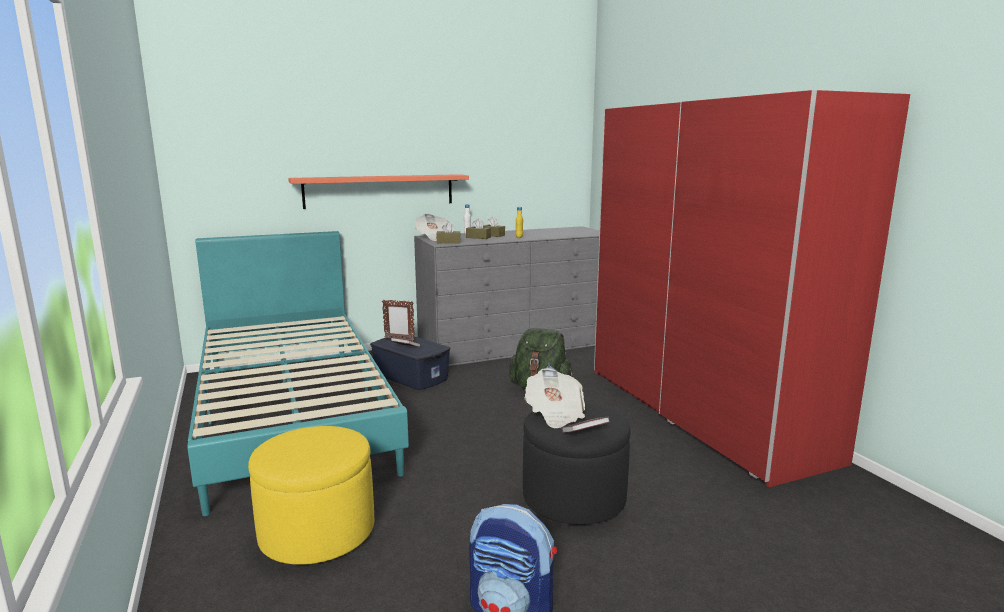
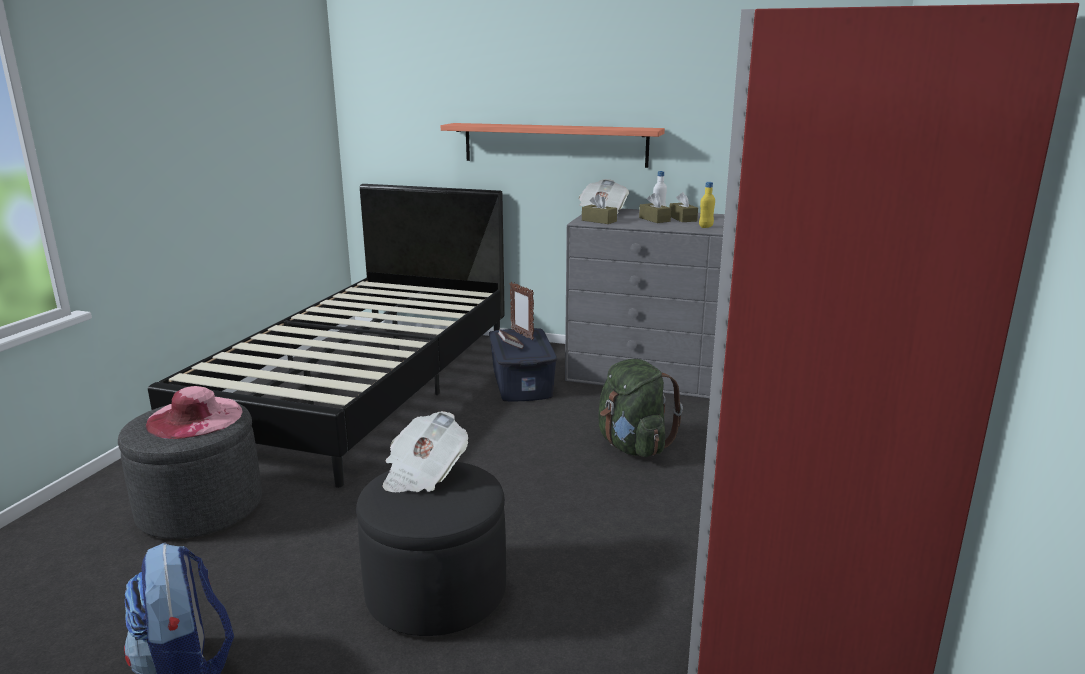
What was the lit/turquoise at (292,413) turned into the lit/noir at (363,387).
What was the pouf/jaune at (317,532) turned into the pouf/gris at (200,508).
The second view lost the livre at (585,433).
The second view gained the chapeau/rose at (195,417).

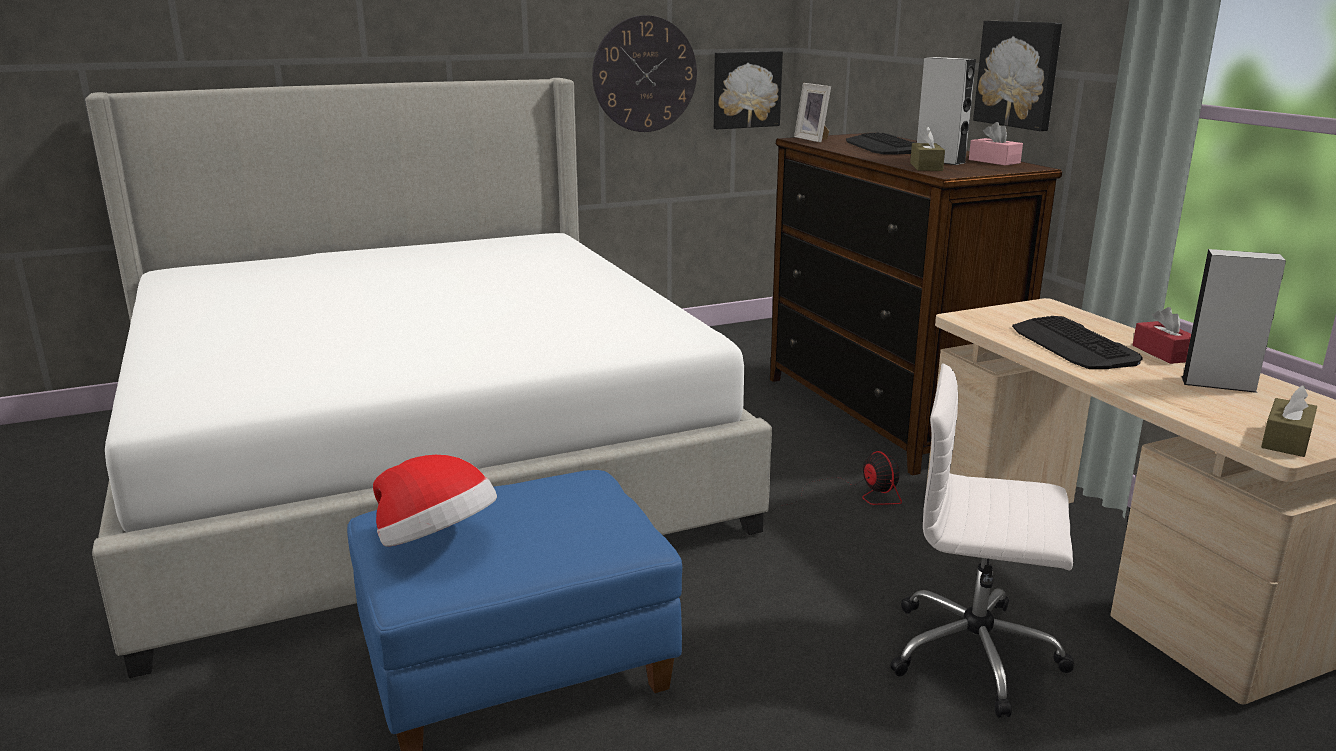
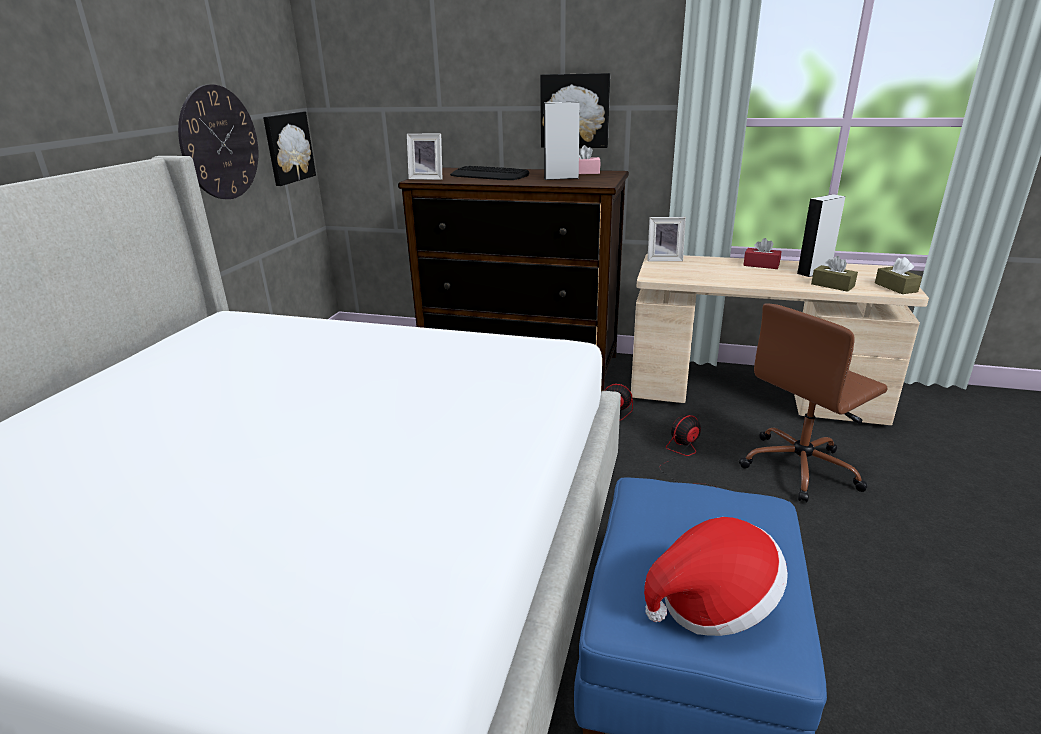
What was the chaise de bureau/blanc at (977,654) turned into the chaise de bureau/marron at (801,468).
The boîte à mouchoirs/marron ended up elsewhere, having gone from (926,167) to (832,285).
The second view lost the clavier at (1073,345).
The second view gained the cadre photo at (664,259).
The second view gained the ventilateur at (684,458).

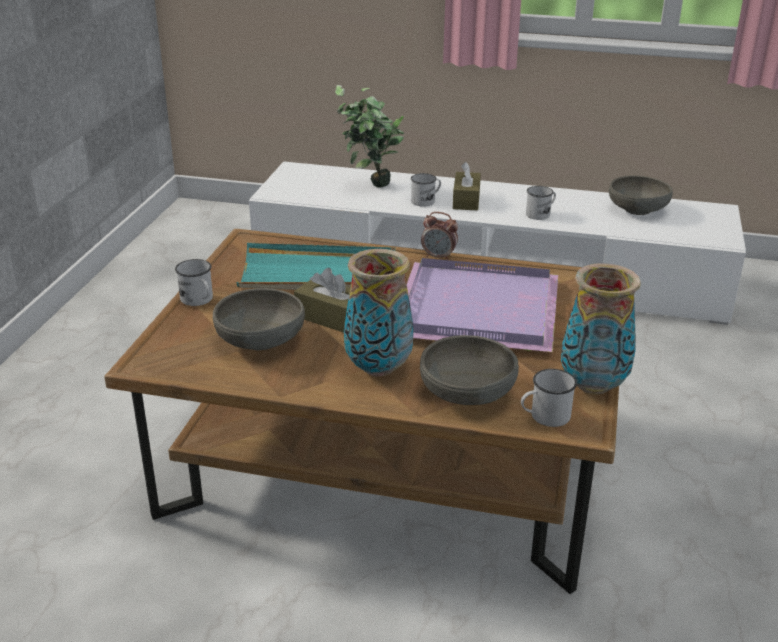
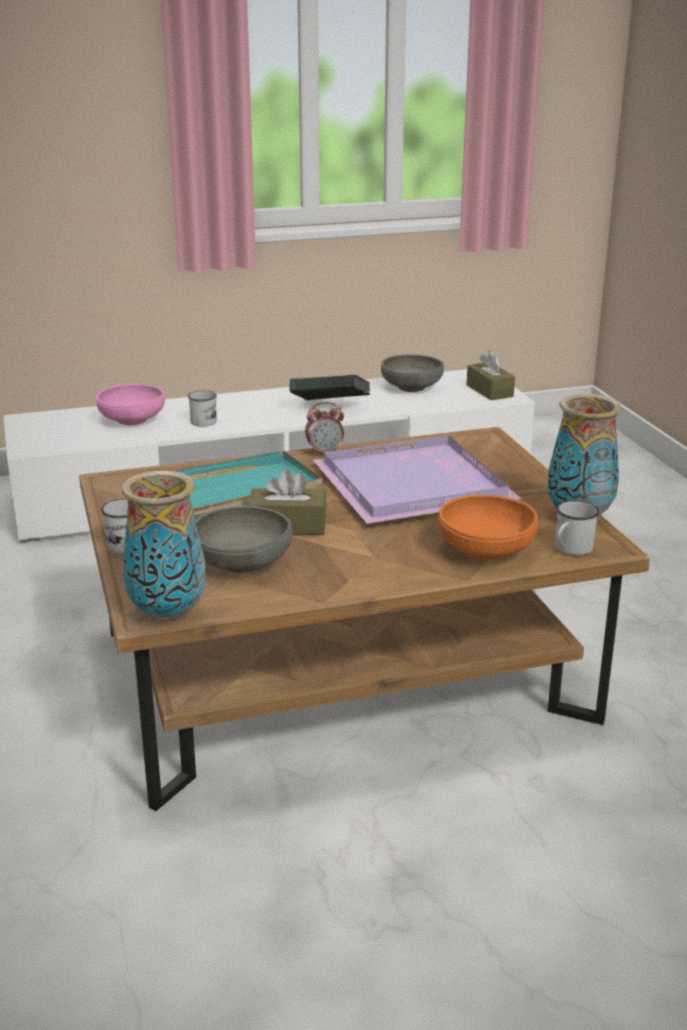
Where the plante en pot stood at (369,187), the bol/rose came to stand at (132,420).
The vase ended up elsewhere, having gone from (379,368) to (169,612).
What was the bol/gris at (467,393) turned into the bol/orange at (486,551).
The boîte à mouchoirs/marron ended up elsewhere, having gone from (466,200) to (489,391).
Where the mug/blanc stood at (541,214), the livre came to stand at (330,409).

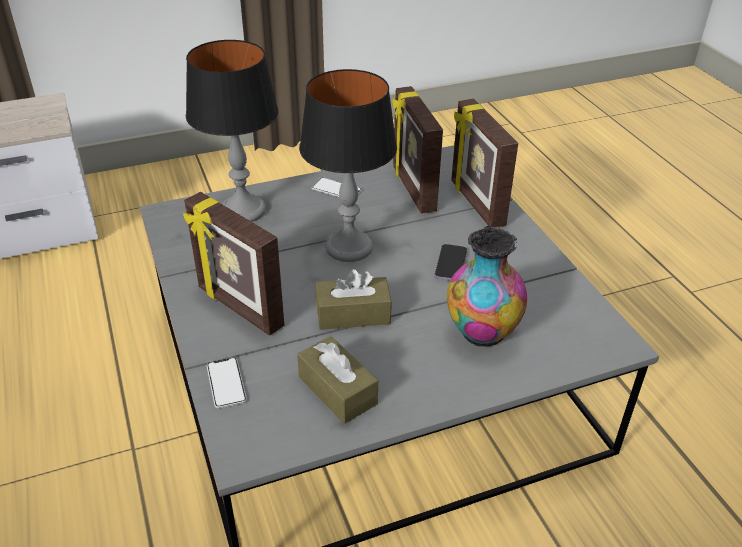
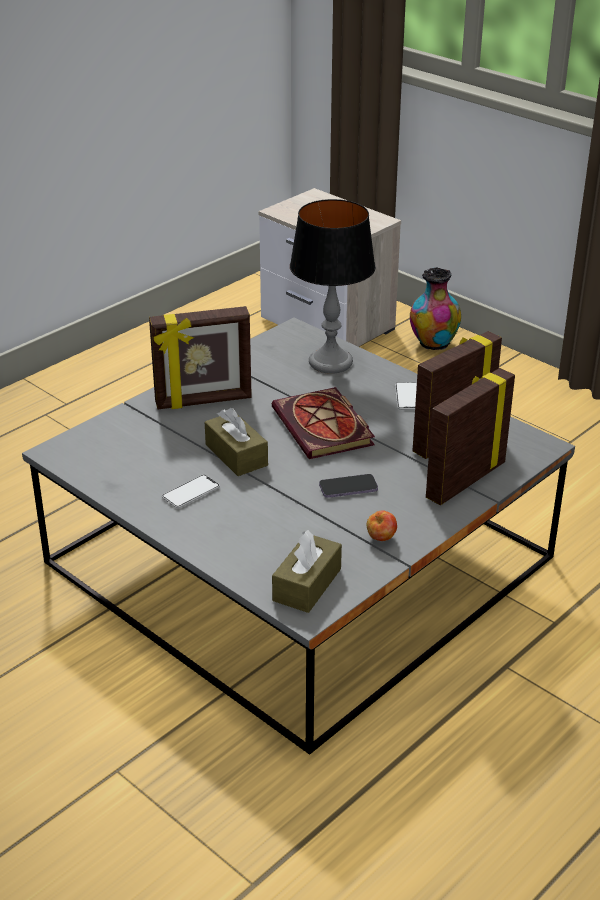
The cadre photo at (239,308) ended up facing another way, 120 degrees counterclockwise from before.
The téléphone ended up elsewhere, having gone from (226,383) to (191,492).
The boîte à mouchoirs/marron ended up elsewhere, having gone from (337,390) to (307,585).
Where the lampe de table stood at (349,247), the livre came to stand at (325,428).
The vase ended up elsewhere, having gone from (481,333) to (433,343).
The second view gained the pomme at (381,538).

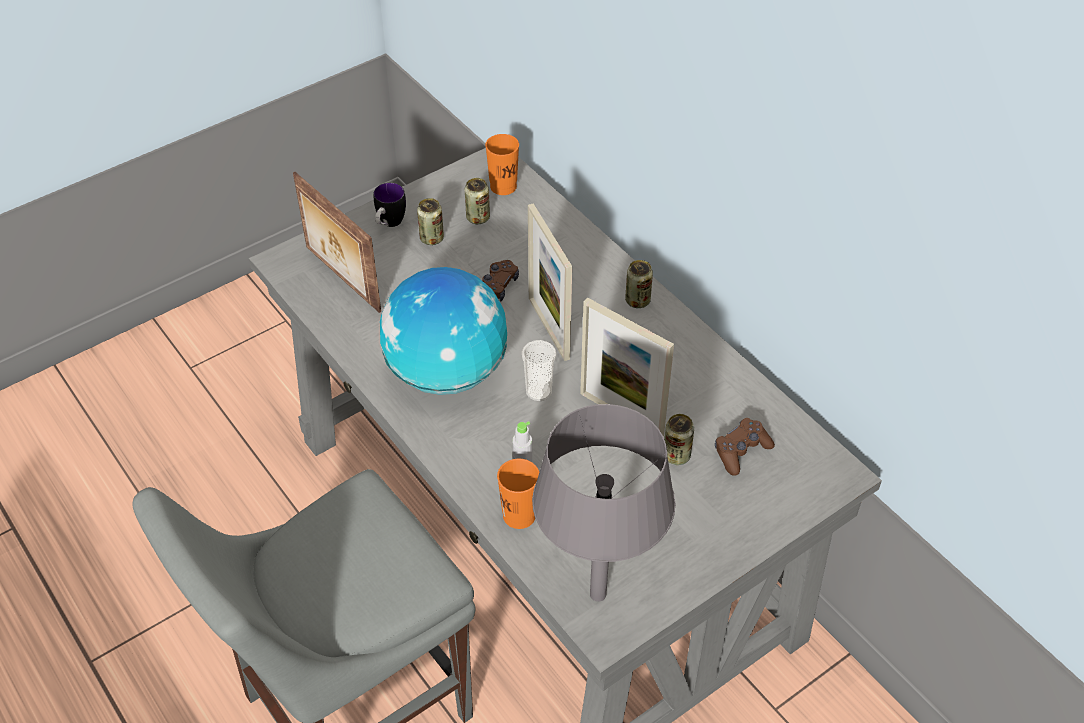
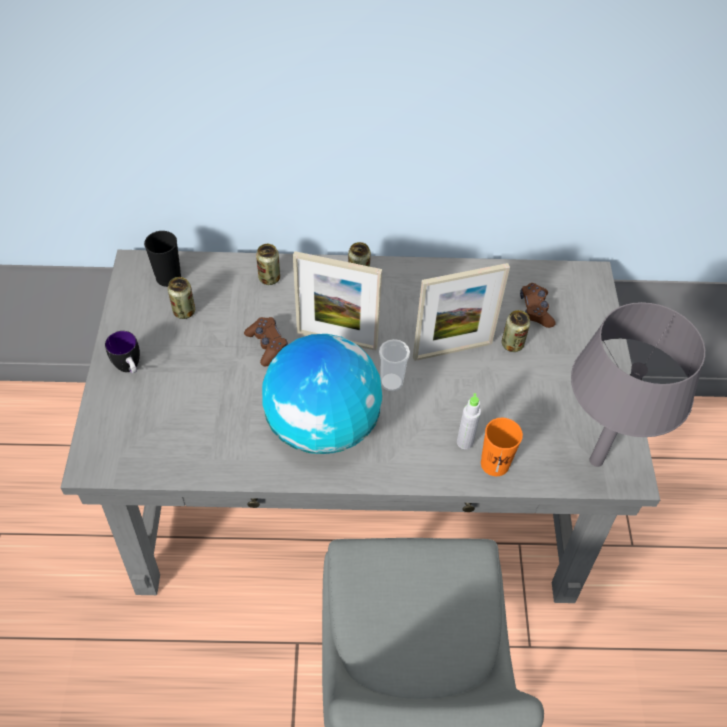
The second view lost the cadre photo at (341,279).
The boîte métallique ended up elsewhere, having gone from (431,238) to (269,278).
What was the tasse/orange at (503,186) turned into the tasse/noir at (168,277).

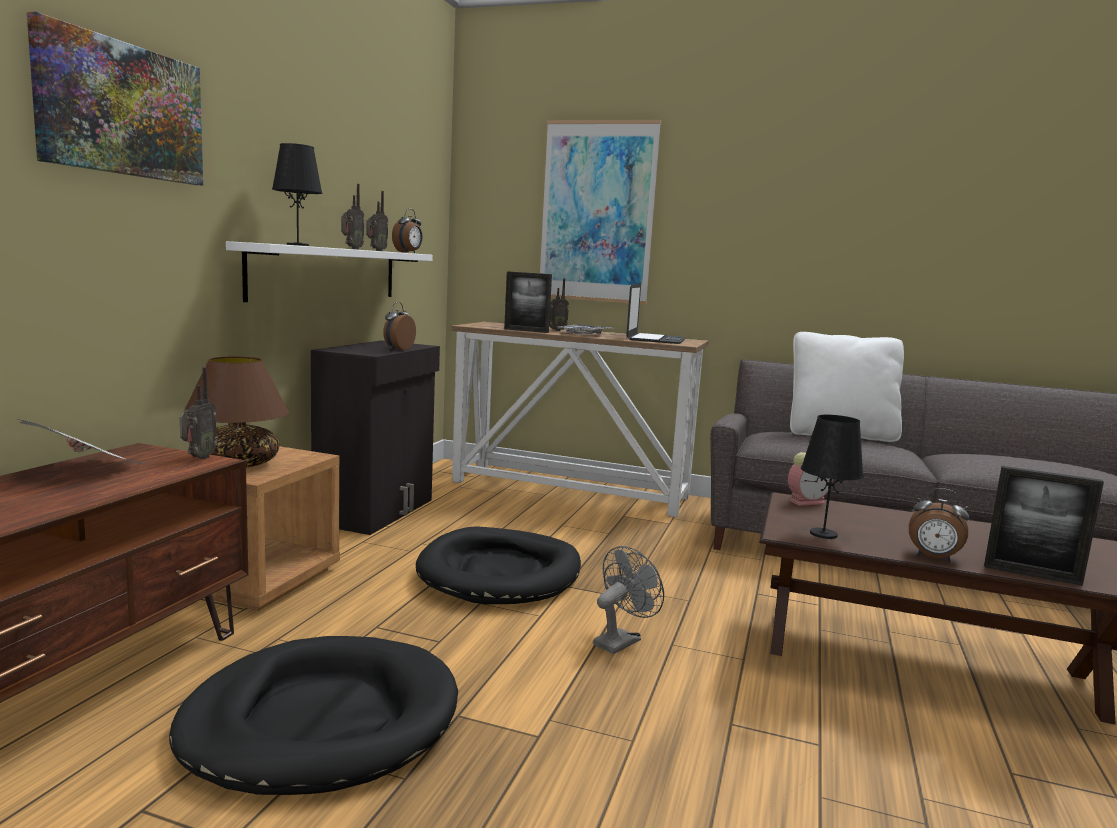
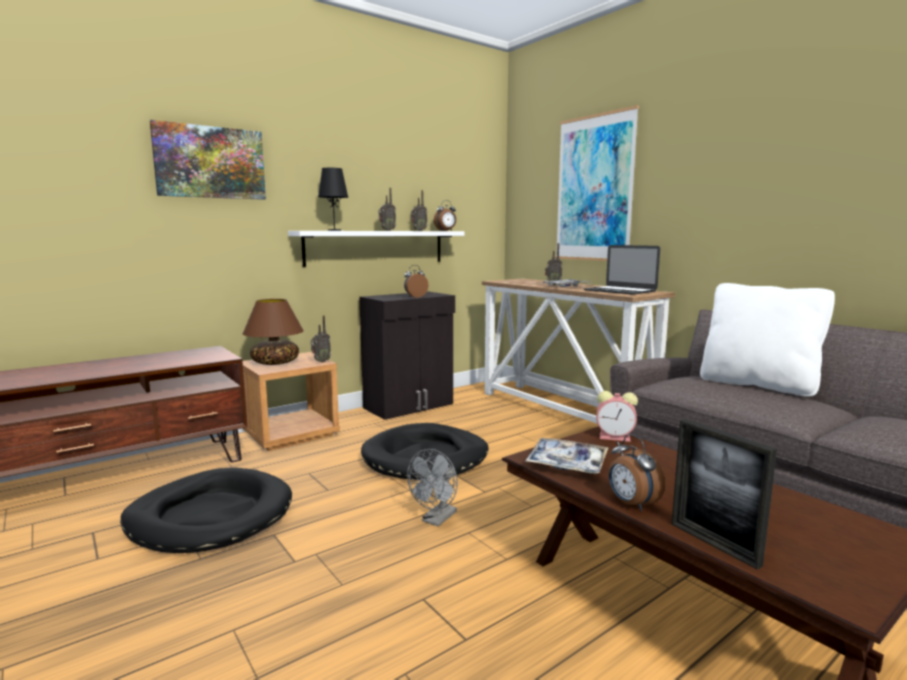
The second view lost the journal at (86,471).
The radio ended up elsewhere, having gone from (198,458) to (320,361).
The second view lost the cadre photo at (526,330).
The ventilateur/gris at (621,640) ended up facing another way, 135 degrees clockwise from before.
The ordinateur portable at (656,339) ended up facing another way, 90 degrees clockwise from before.
Where the lampe de table/noir stood at (823,534), the plateau came to stand at (567,464).

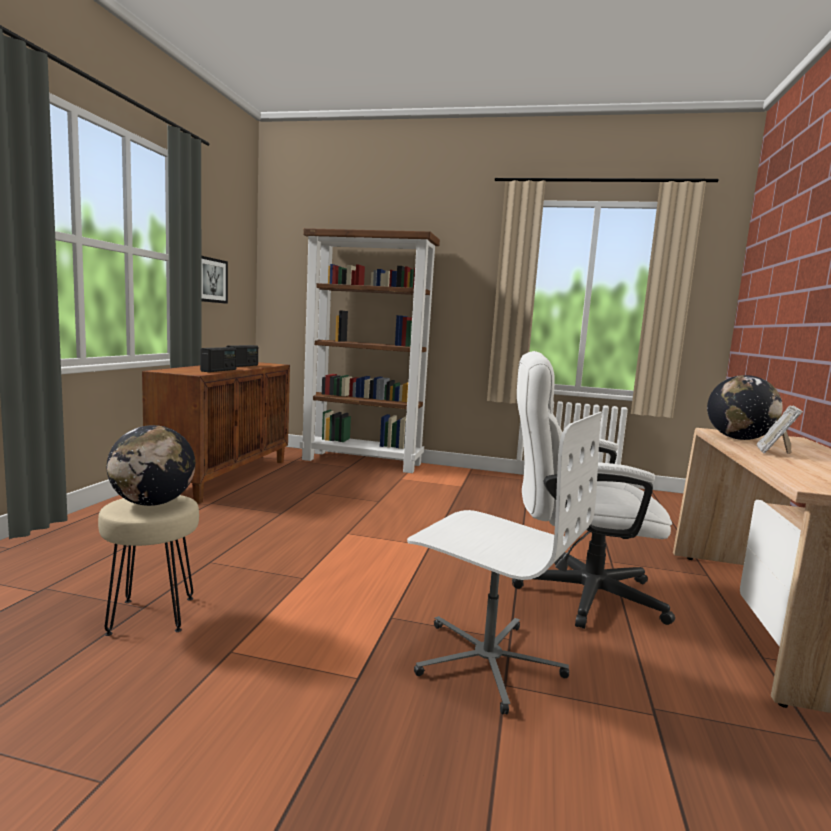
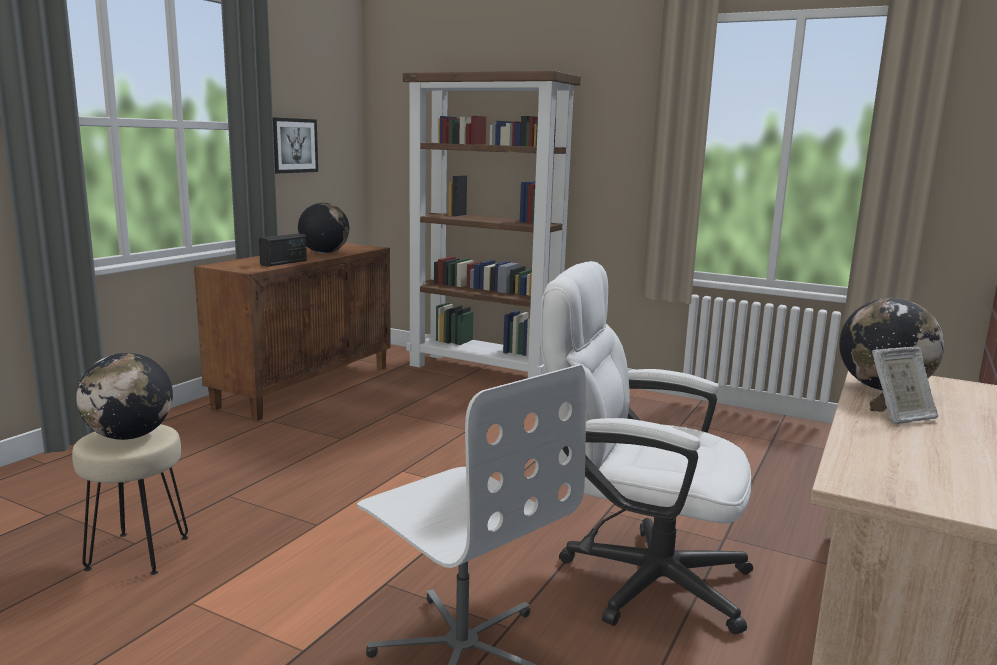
Where the radio stood at (242,366), the globe came to stand at (324,252).
The cadre photo at (774,452) ended up facing another way, 150 degrees counterclockwise from before.

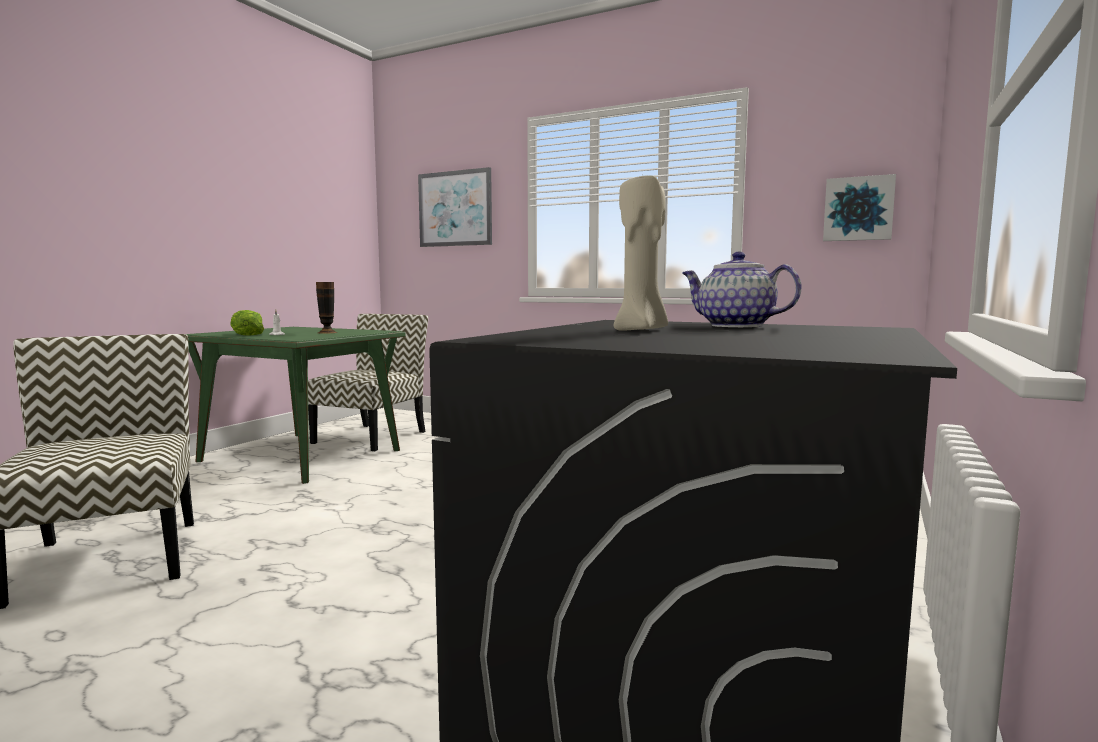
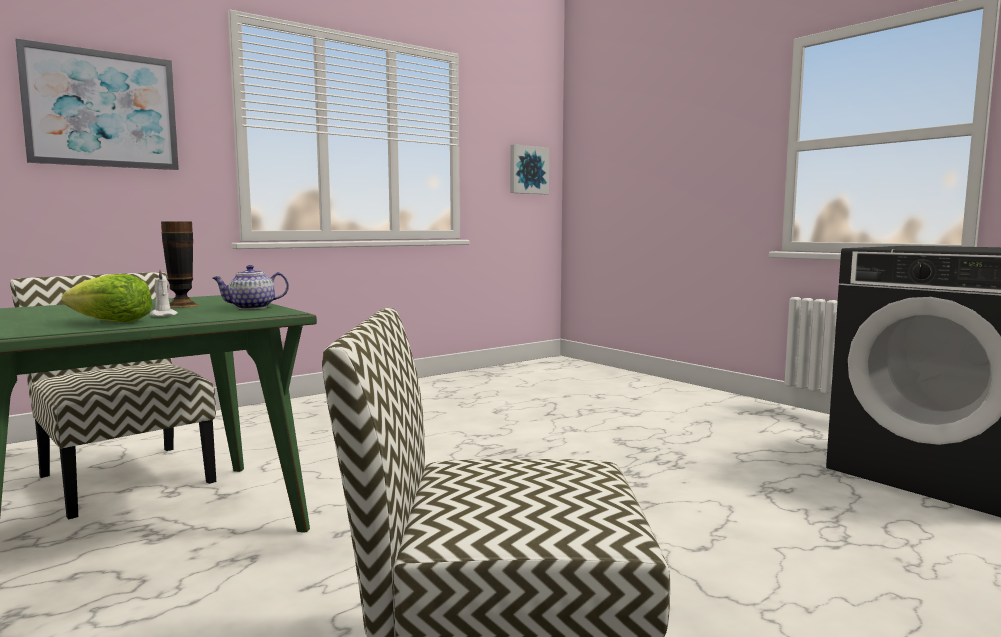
The second view lost the bougie/beige at (641,330).
The théière ended up elsewhere, having gone from (734,326) to (251,307).

